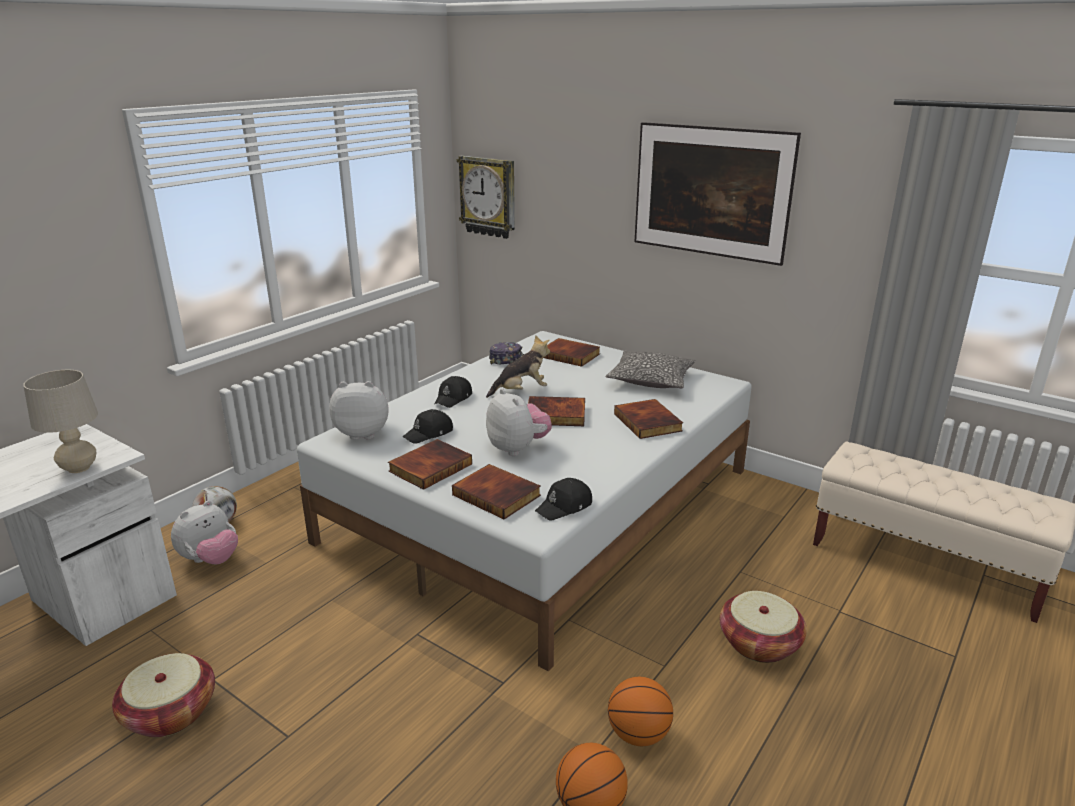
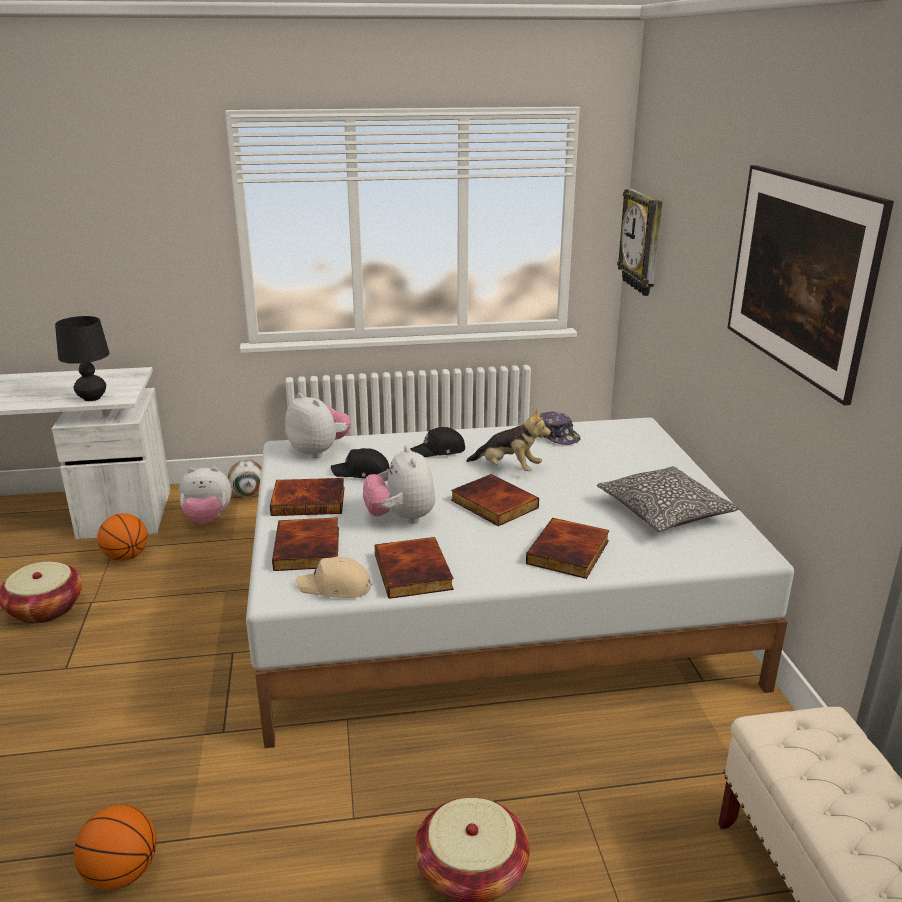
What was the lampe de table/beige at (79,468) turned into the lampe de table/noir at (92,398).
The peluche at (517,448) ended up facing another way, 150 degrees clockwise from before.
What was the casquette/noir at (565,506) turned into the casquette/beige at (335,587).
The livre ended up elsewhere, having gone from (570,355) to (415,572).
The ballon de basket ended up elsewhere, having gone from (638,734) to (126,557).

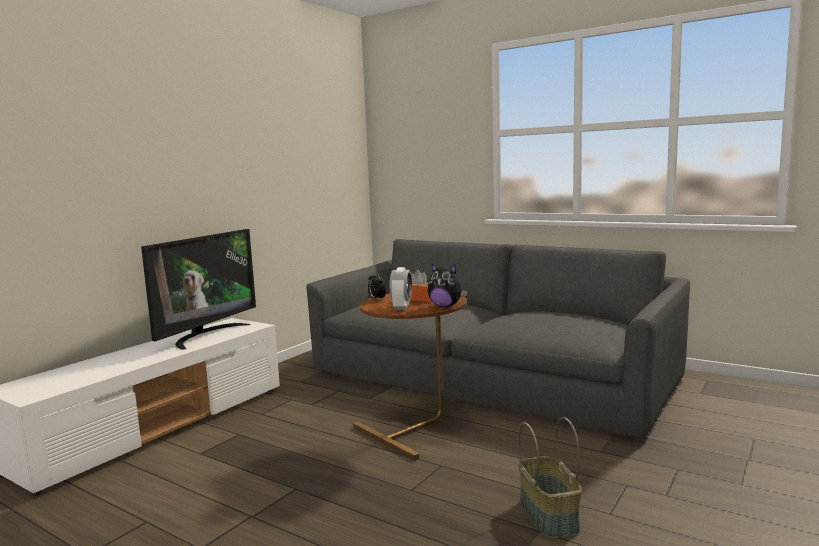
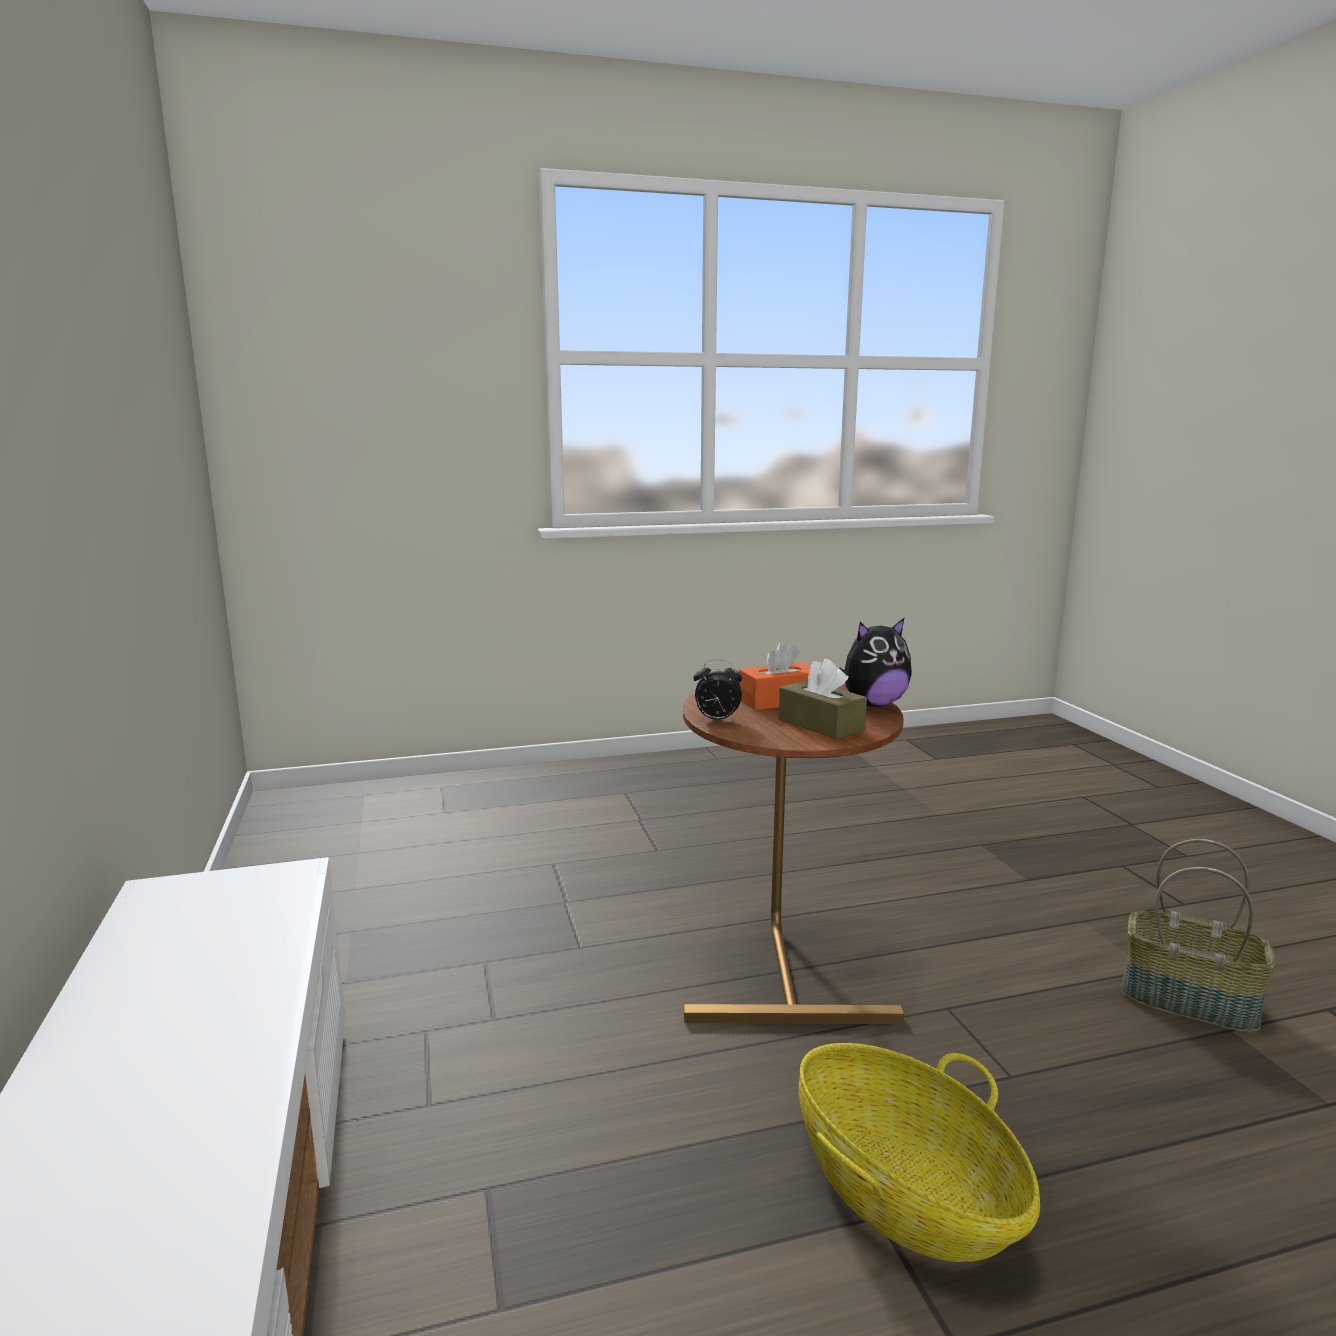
The second view lost the téléviseur at (206,335).
The second view lost the canapé/gris at (490,375).
Where the réveil stood at (401,307), the boîte à mouchoirs/marron came to stand at (821,725).
The second view gained the panier at (904,1193).

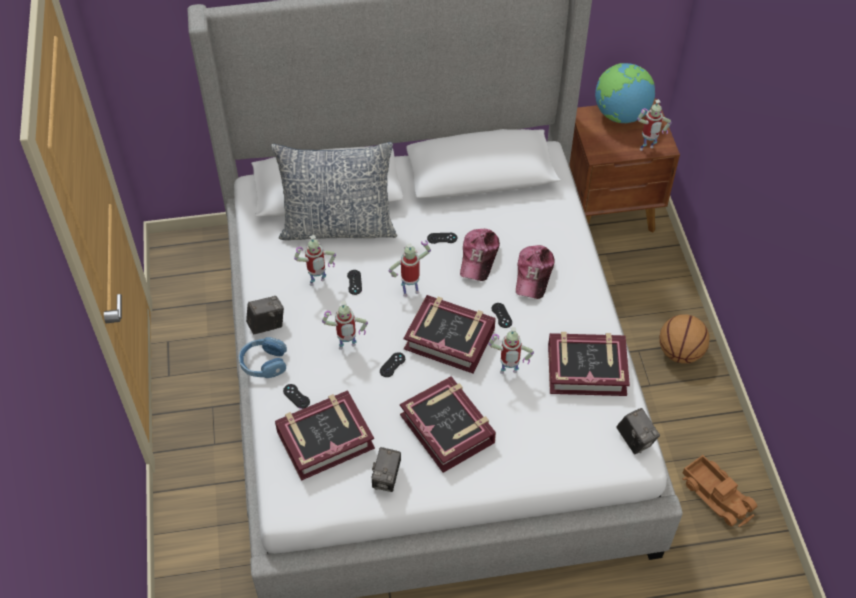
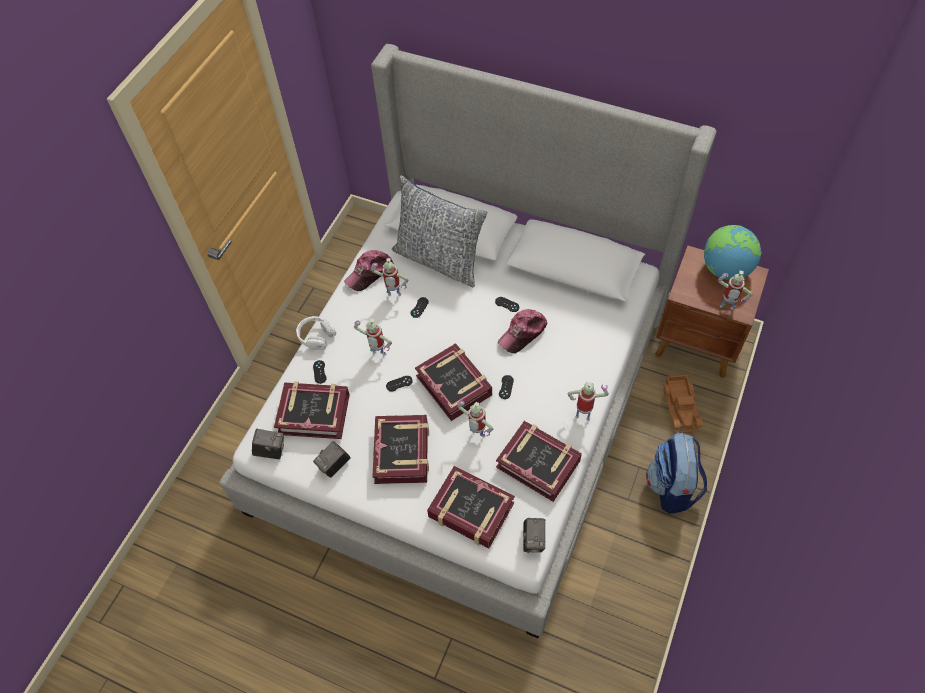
What was the casque audio/bleu at (263,363) turned into the casque audio/blanc at (316,336).
The appareil photo ended up elsewhere, having gone from (266,325) to (271,450).
The robot jouet ended up elsewhere, having gone from (410,291) to (583,416).
The casquette ended up elsewhere, having gone from (534,275) to (369,273).
Where the ballon de basket stood at (680,353), the sac à dos came to stand at (671,487).
The camion jouet ended up elsewhere, having gone from (717,495) to (681,407).
The second view gained the livre at (471,510).

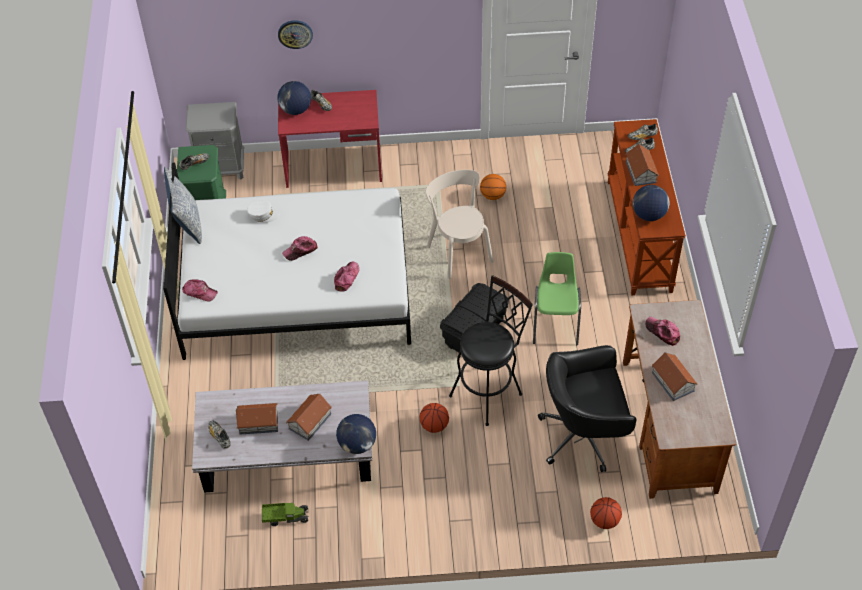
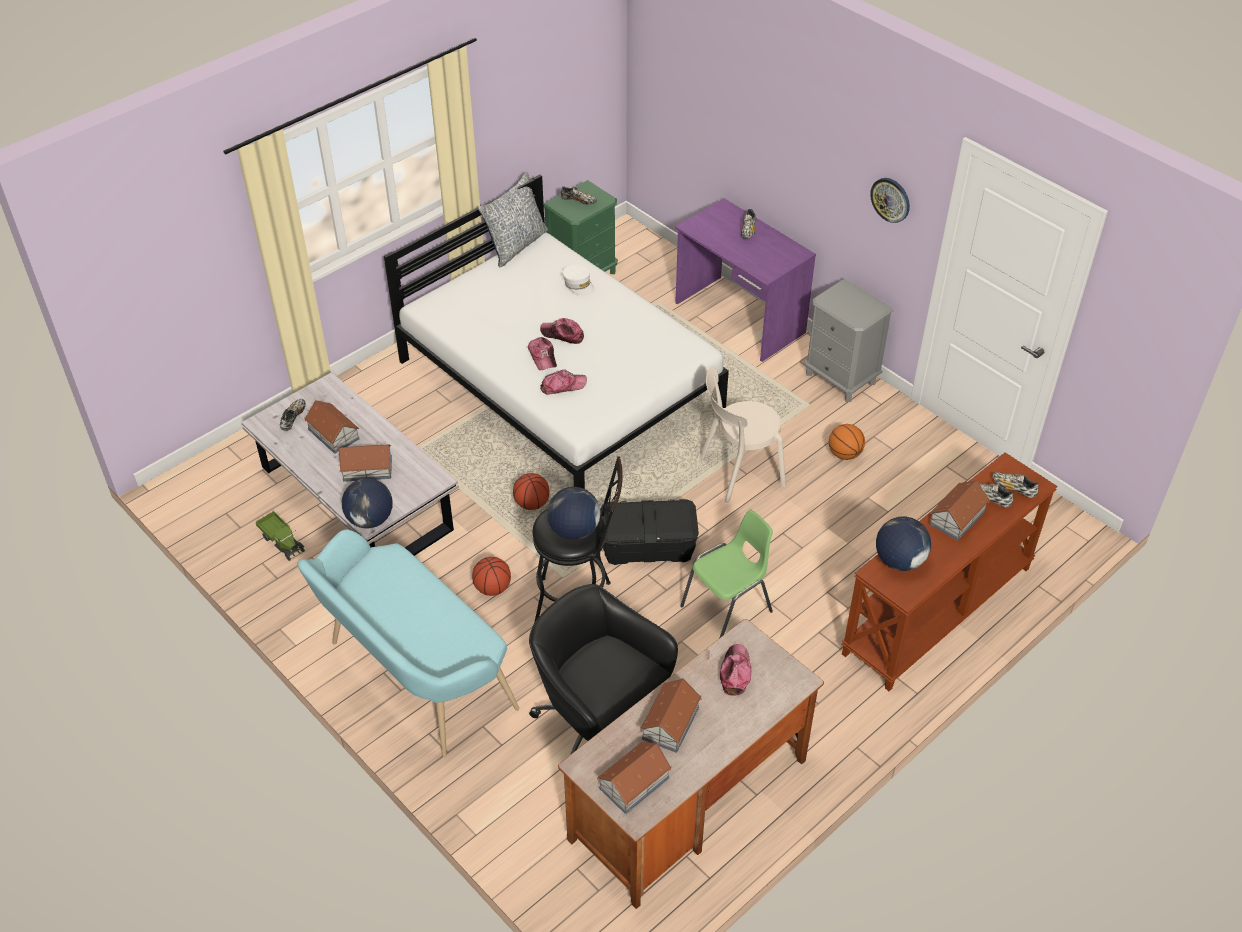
The casquette ended up elsewhere, having gone from (200,292) to (543,357).
The table de chevet/gris ended up elsewhere, having gone from (221,168) to (841,378).
The horloge murale ended up elsewhere, having gone from (295,33) to (891,199).
The globe ended up elsewhere, having gone from (296,110) to (574,531).
What was the bureau/rouge at (334,167) turned into the bureau/violet at (739,318).
The chaise/beige at (458,251) ended up facing another way, 135 degrees counterclockwise from before.
The ballon de basket ended up elsewhere, having gone from (604,520) to (532,504).
The second view gained the banc/turquoise at (414,678).
The second view gained the maison miniature at (633,783).

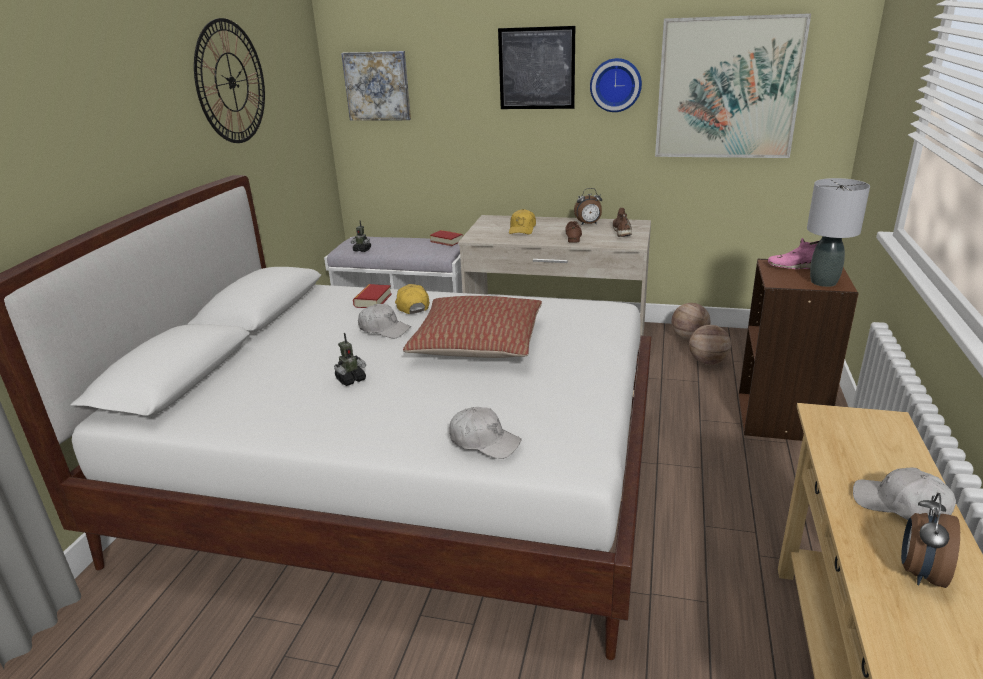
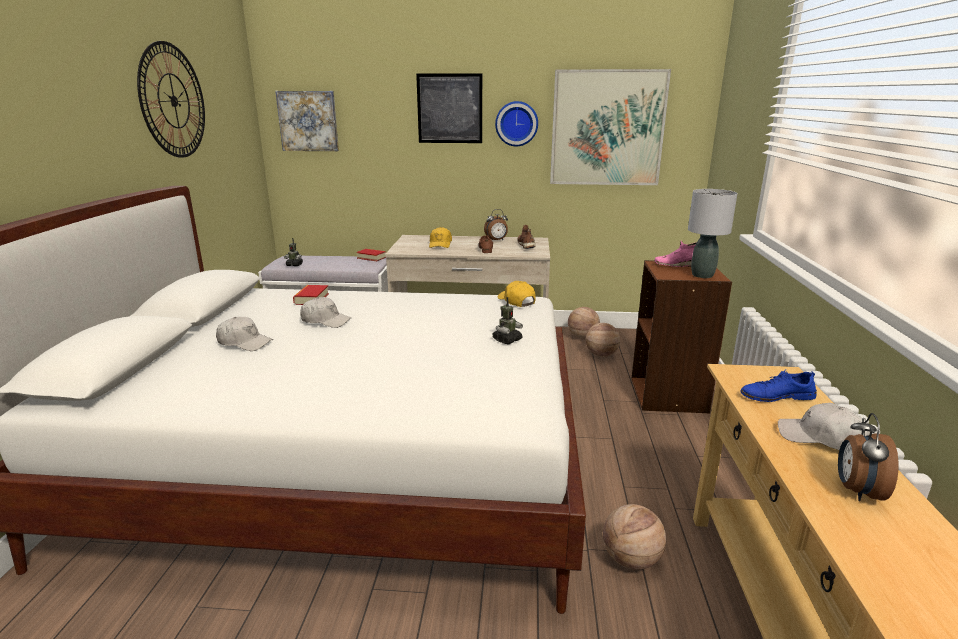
The robot jouet ended up elsewhere, having gone from (351,379) to (507,340).
The casquette/jaune ended up elsewhere, having gone from (412,306) to (516,301).
The second view lost the coussin at (477,344).
The casquette/blanc ended up elsewhere, having gone from (484,441) to (244,342).
The second view gained the ballon de basket at (631,560).
The second view gained the chaussure/bleu at (776,396).

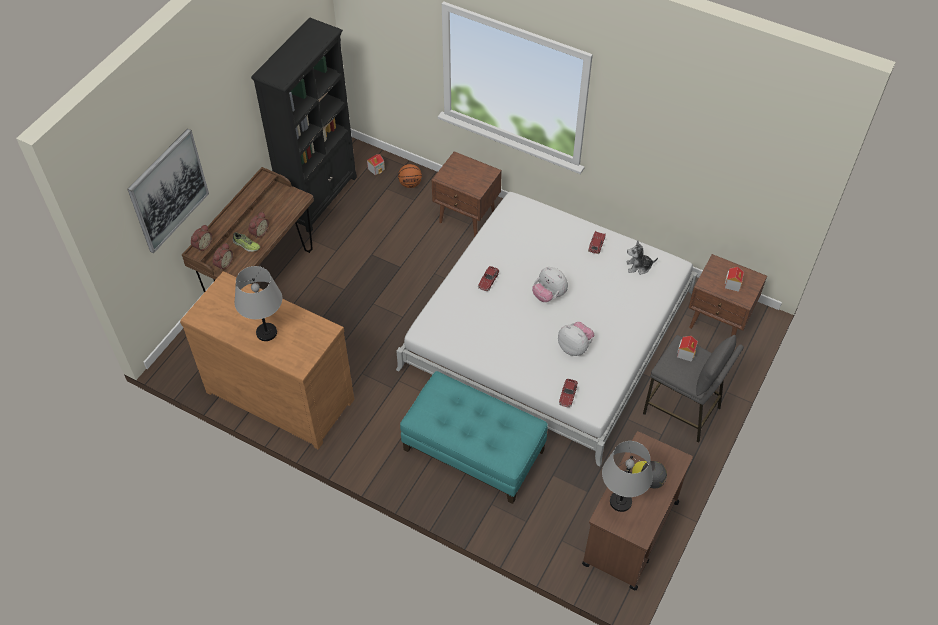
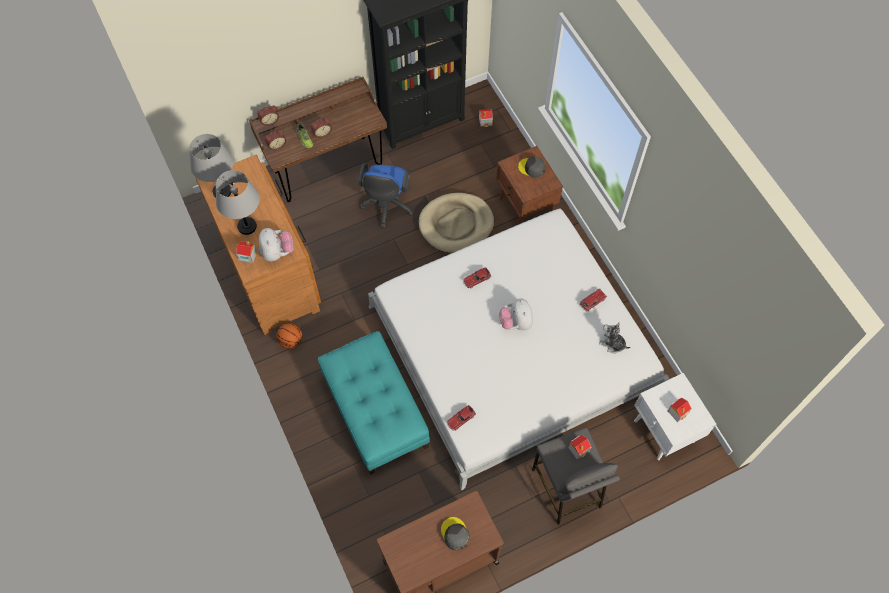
The second view lost the tableau at (168,190).
The ballon de basket ended up elsewhere, having gone from (410,184) to (291,340).
The peluche ended up elsewhere, having gone from (575,347) to (277,252).
The lampe de table/gris ended up elsewhere, having gone from (620,501) to (222,191).
What was the table de chevet/marron at (719,322) turned into the table de chevet/blanc at (664,432).
The second view gained the maison miniature at (247,255).
The second view gained the chaise de bureau/bleu at (387,206).
The second view gained the panier pour chien/beige at (456,224).
The second view gained the casquette/gris at (531,168).

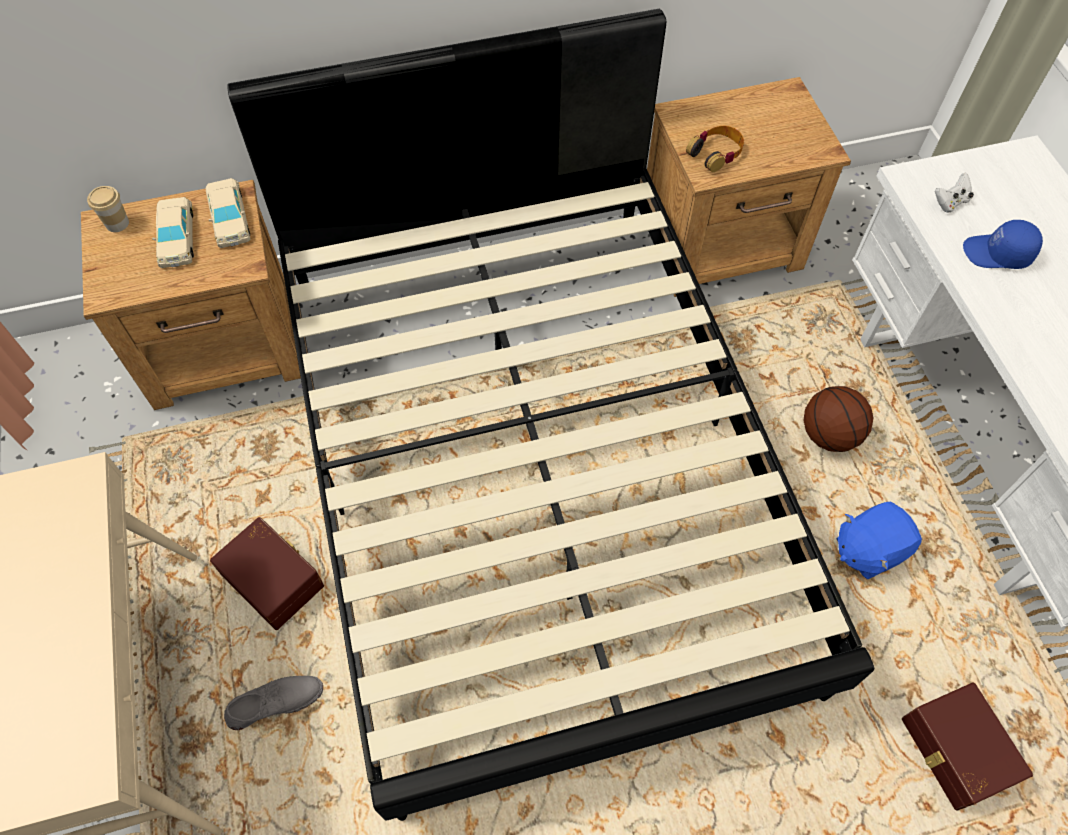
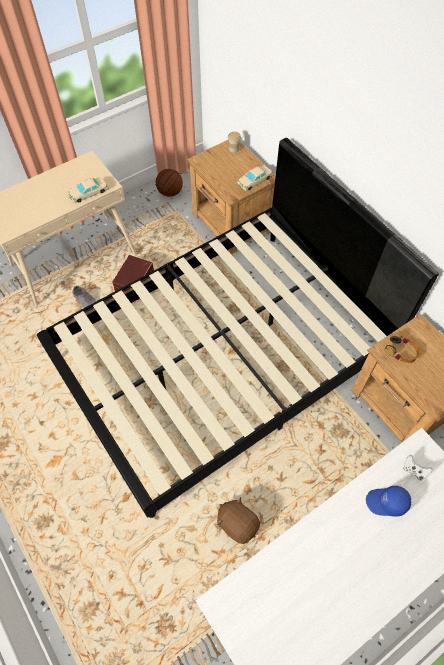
The petite voiture/beige ended up elsewhere, having gone from (176,237) to (88,192).
The ballon de basket ended up elsewhere, having gone from (829,435) to (170,192).
What was the peluche/bleu at (868,549) turned into the peluche/marron at (237,523).
The second view lost the boîte de rangement/marron at (954,751).
The casquette/bleu at (997,254) ended up facing another way, 75 degrees counterclockwise from before.

